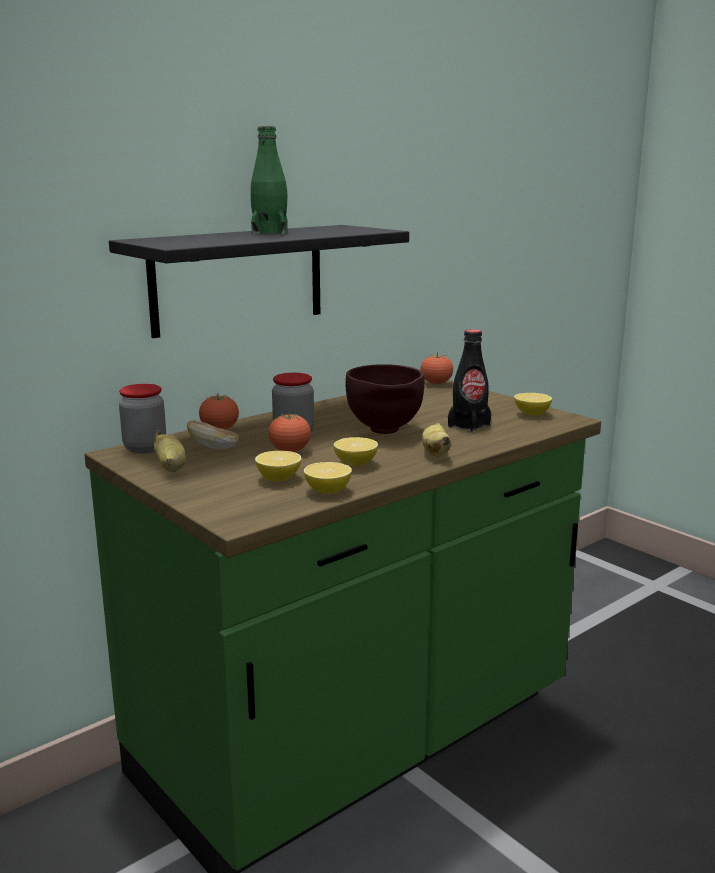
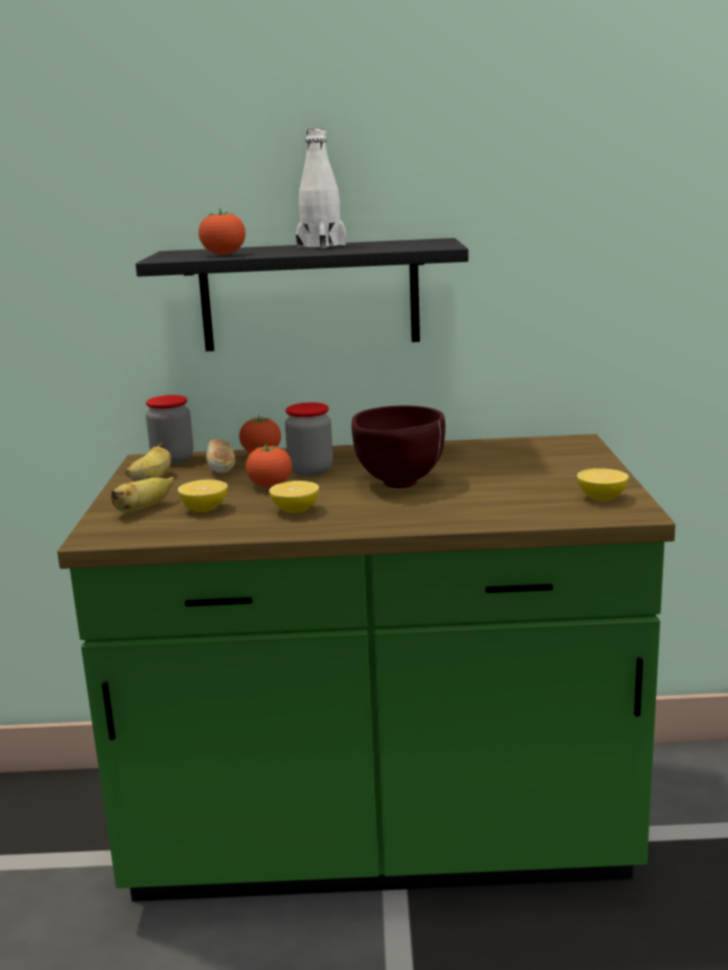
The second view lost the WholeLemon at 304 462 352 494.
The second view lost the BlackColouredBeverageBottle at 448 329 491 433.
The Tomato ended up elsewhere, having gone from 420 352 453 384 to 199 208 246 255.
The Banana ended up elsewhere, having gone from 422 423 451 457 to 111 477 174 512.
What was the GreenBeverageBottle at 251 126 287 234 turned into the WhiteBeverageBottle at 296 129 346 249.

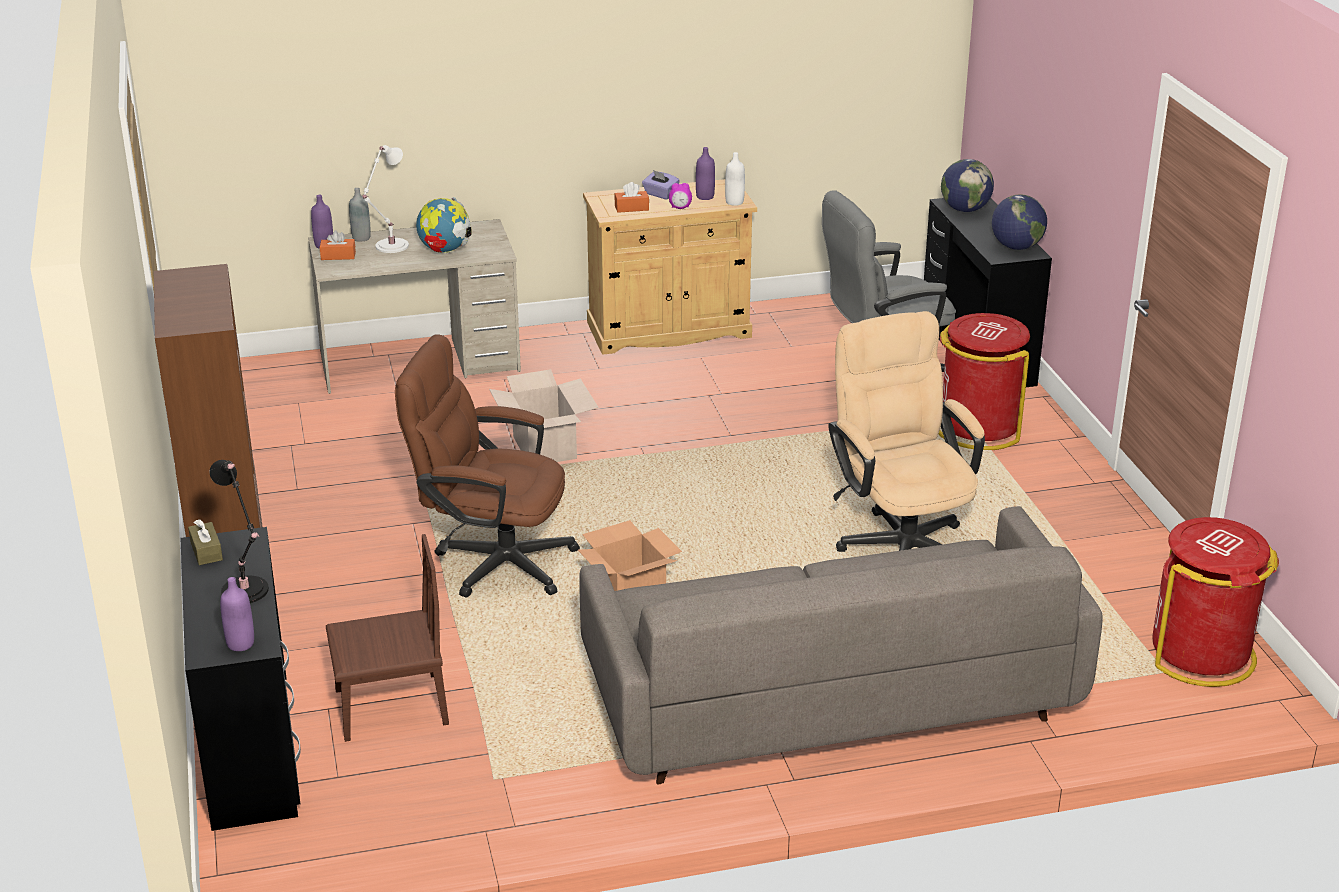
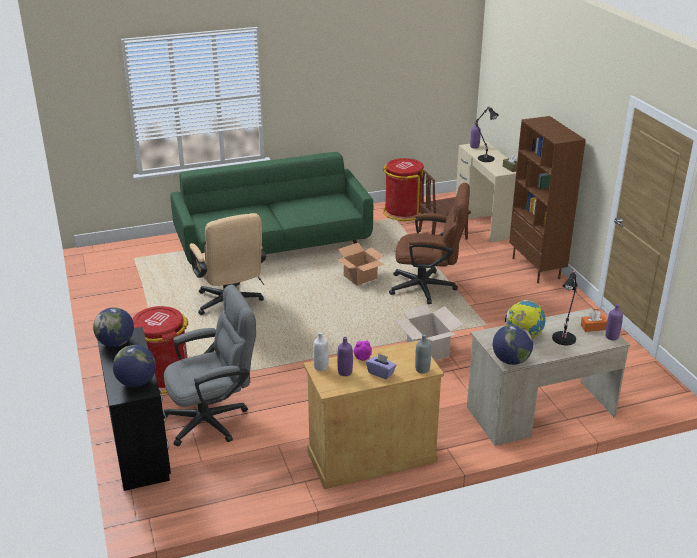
The second view lost the OrangeColouredBoxOfTissues at 615 182 649 213.
The second view gained the WorldGlobe at 493 324 533 365.
The GreyBeverageBottle ended up elsewhere, having gone from 349 188 371 242 to 415 334 431 373.
The ReddishTrashCan ended up elsewhere, having gone from 1152 517 1279 687 to 383 158 424 221.
What was the BlackColouredDeskUnit at 181 527 301 831 turned into the BeigeColouredDeskUnit at 456 141 516 242.
What was the WhiteTableLamp at 362 145 409 253 turned into the BlackColouredTableLamp at 552 270 578 345.
What was the GreyCouch at 579 506 1103 784 turned into the GreenCouch at 170 152 373 265.

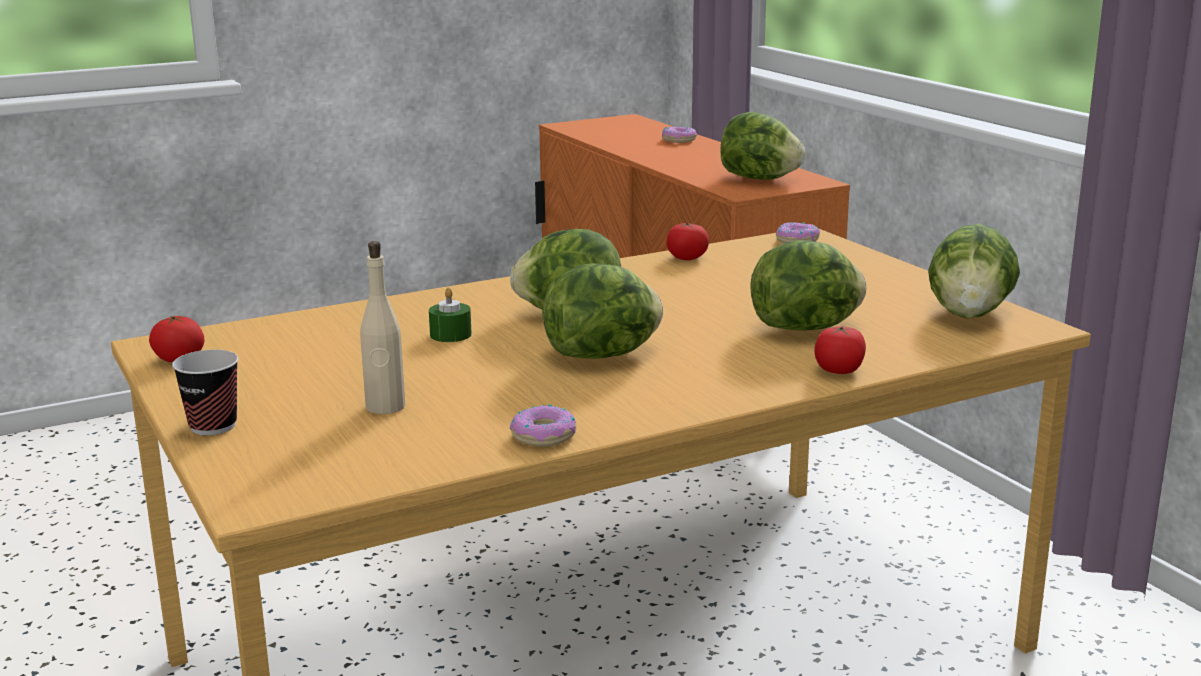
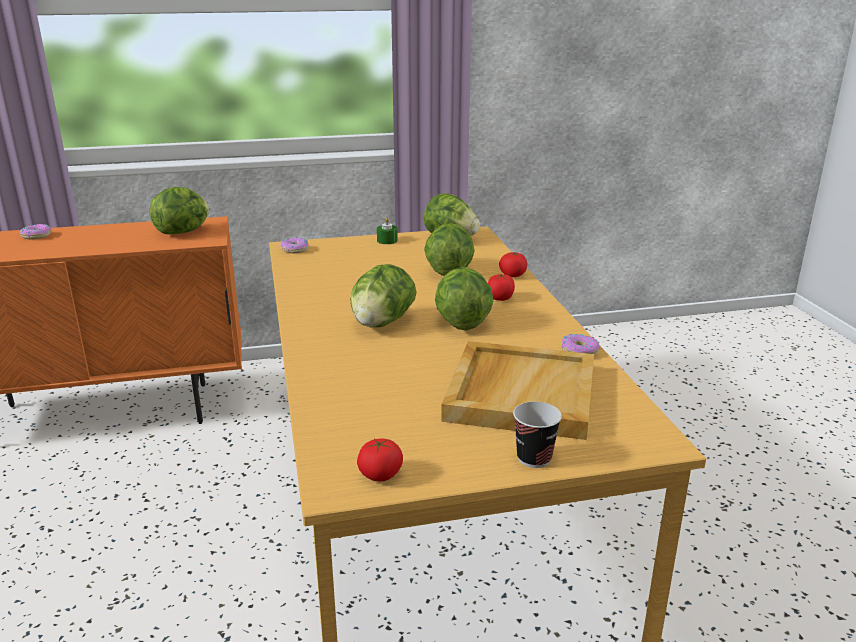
The GreenCandle ended up elsewhere, having gone from 429 288 472 342 to 377 217 398 244.
The Tomato ended up elsewhere, having gone from 667 223 709 260 to 488 274 515 301.
Where the BeigeColouredBeverageBottle stood at 360 241 405 414, the BeigeColouredTray came to stand at 441 341 594 440.

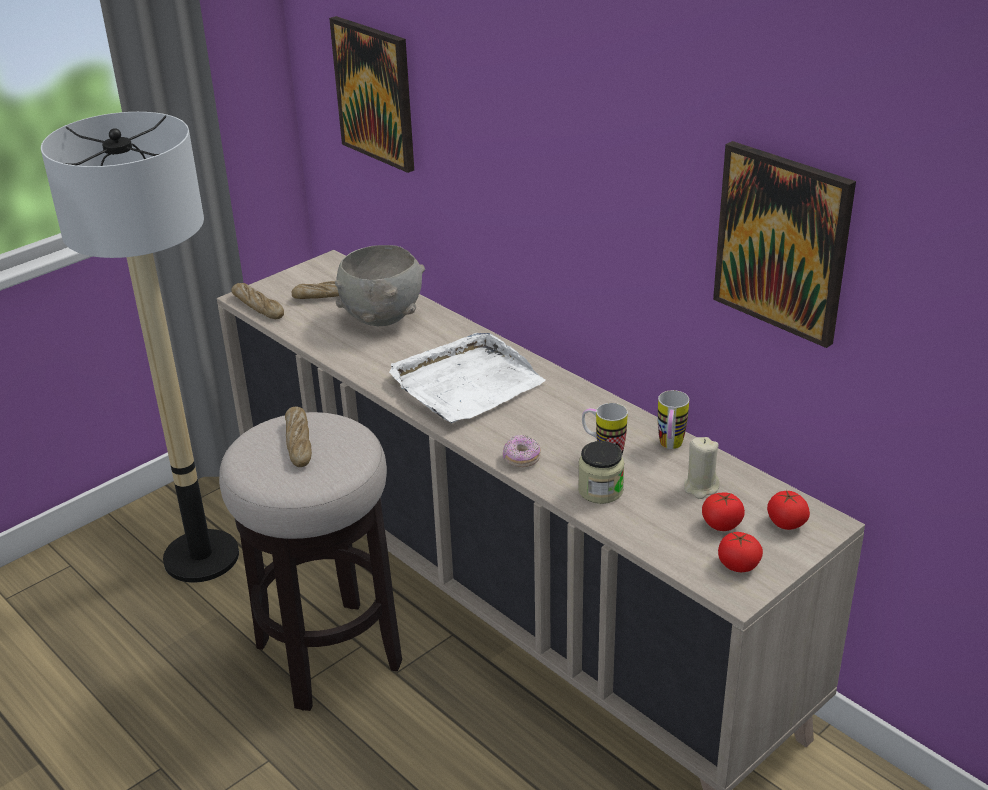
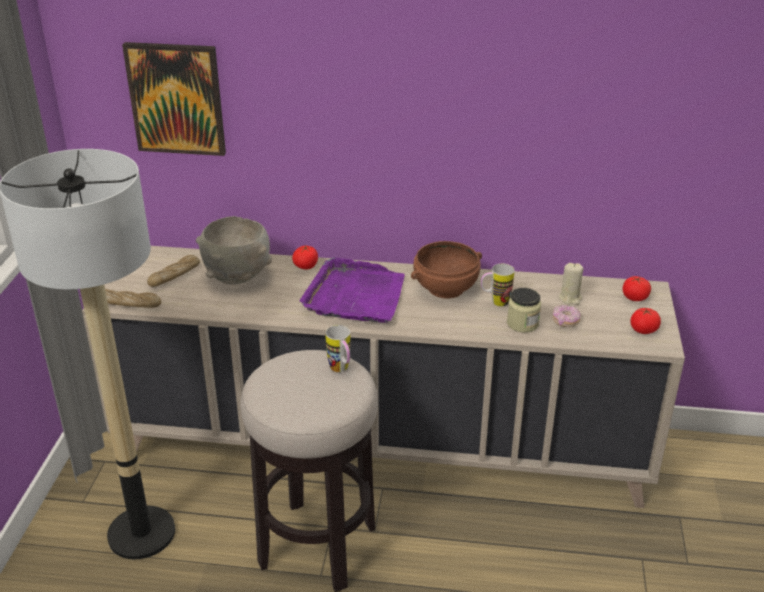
The second view lost the BakeryBread at 285 406 312 467.
The second view lost the Picture at 713 141 856 348.
The second view gained the BrownColouredServingBowl at 411 241 482 298.
The Donut ended up elsewhere, having gone from 503 435 541 467 to 552 305 580 327.
The CoffeeMug ended up elsewhere, having gone from 658 390 689 449 to 325 325 350 372.
The Tomato ended up elsewhere, having gone from 702 492 745 531 to 292 245 318 269.
What was the WhiteTray at 389 333 546 423 turned into the PurplishTray at 299 258 405 323.

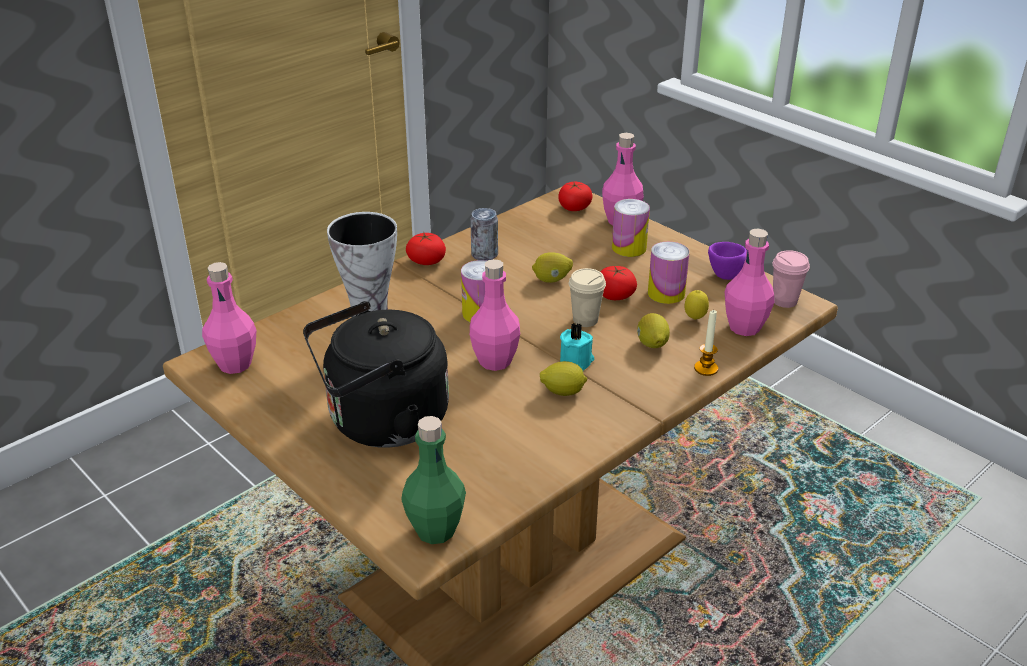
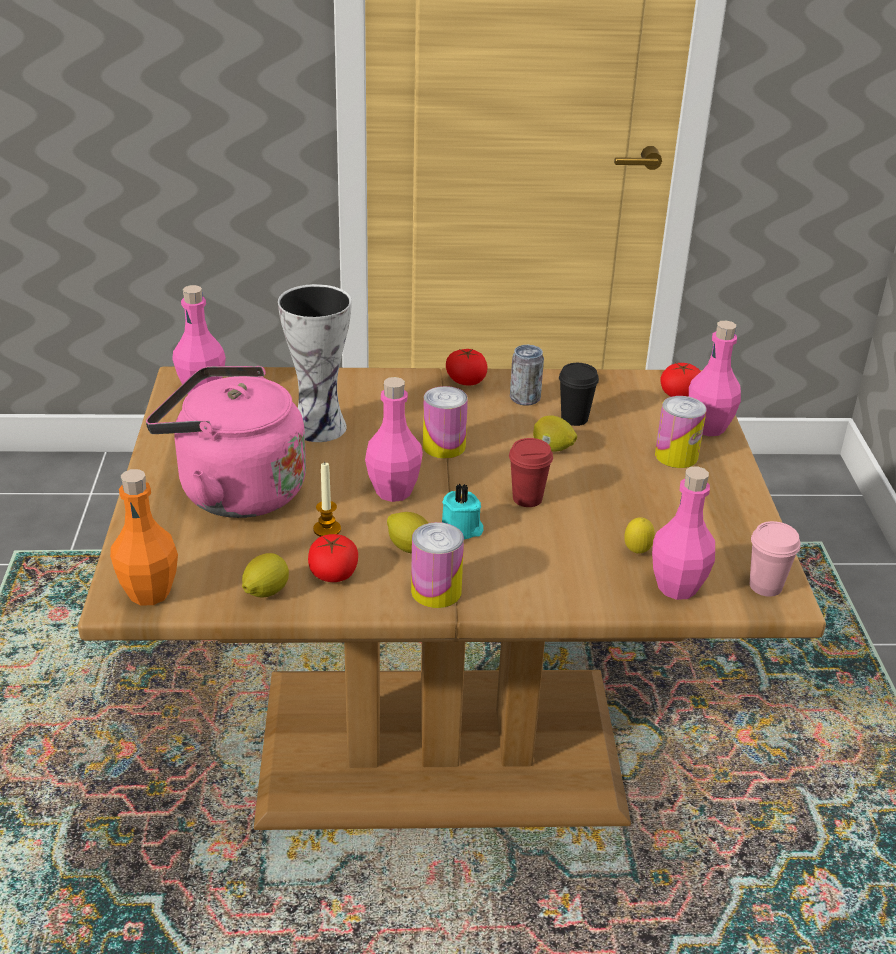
The second view lost the PurplishSmallCup at 708 242 747 280.
The second view gained the BlackColouredSmallCup at 559 363 599 426.
The Tomato ended up elsewhere, having gone from 601 266 637 300 to 308 534 358 582.
The WholeLemon ended up elsewhere, having gone from 637 313 670 348 to 242 553 289 598.
The MetalCan ended up elsewhere, having gone from 648 242 689 304 to 411 522 464 608.
The Candle ended up elsewhere, having gone from 694 310 718 376 to 313 462 341 537.
What was the BlackColouredWaterKettle at 303 301 449 448 turned into the PinkishWaterKettle at 146 366 306 518.
What was the GreenBeverageBottle at 401 416 466 544 turned into the OrangeColouredBeverageBottle at 110 469 178 606.
What was the BeigeColouredSmallCup at 569 268 606 327 turned into the ReddishSmallCup at 509 438 553 507.

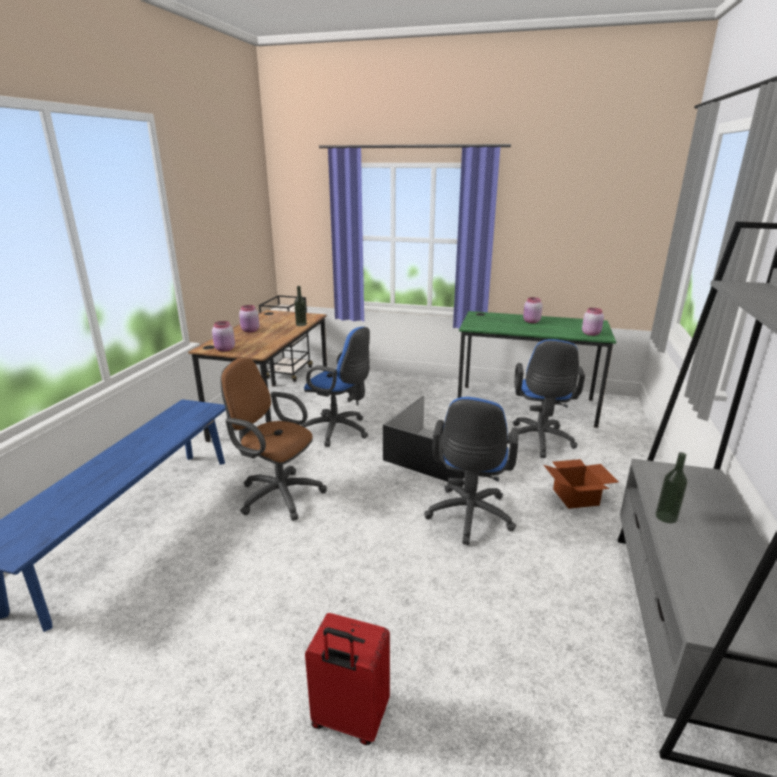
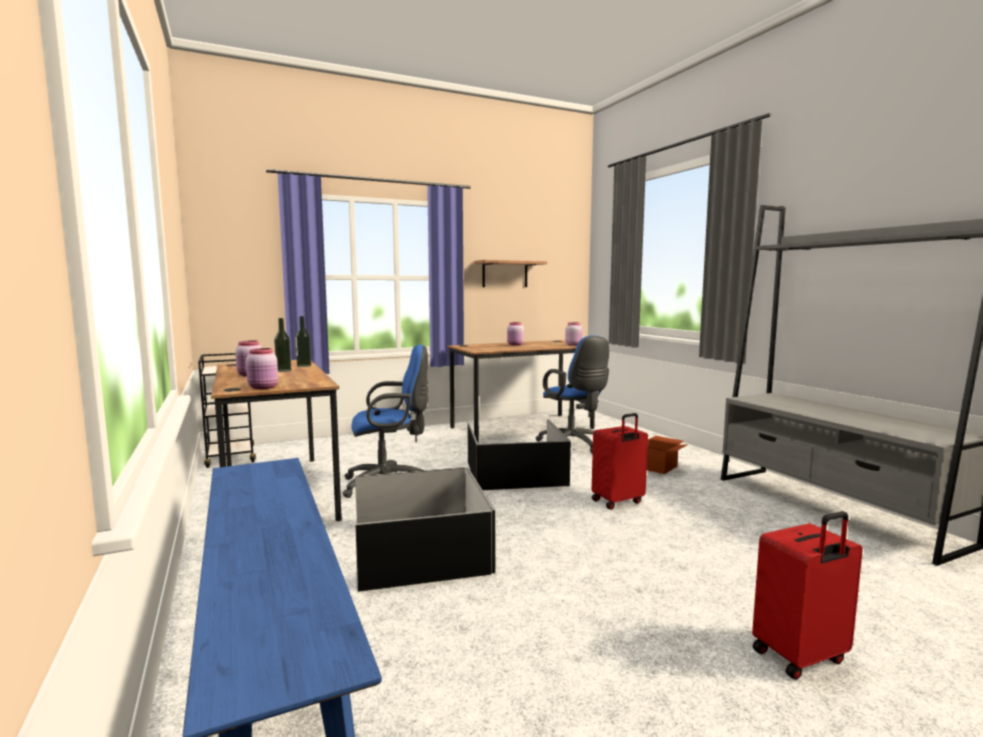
The second view gained the Shelf at 474 260 547 287.
The BeverageBottle ended up elsewhere, having gone from 656 452 687 523 to 274 318 291 372.
Where the BrownColouredDeskChair stood at 220 358 327 521, the BlackColouredStorageContainer came to stand at 355 467 495 592.
Where the BluishDeskChair stood at 424 397 519 545, the ReddishTravelCase came to stand at 592 413 648 510.
What was the GreenDeskUnit at 458 311 616 428 turned into the BrownColouredDeskUnit at 447 340 595 443.

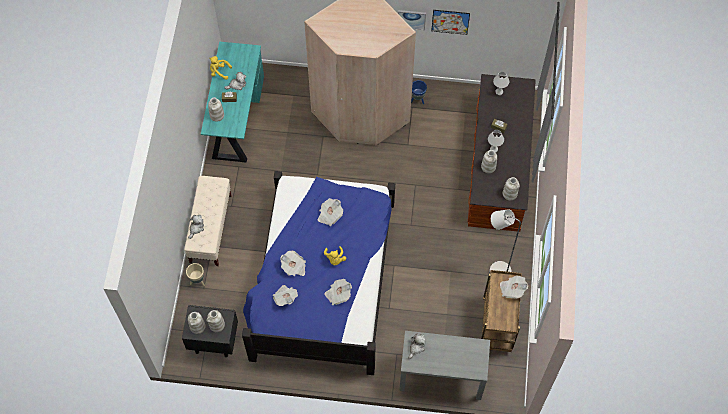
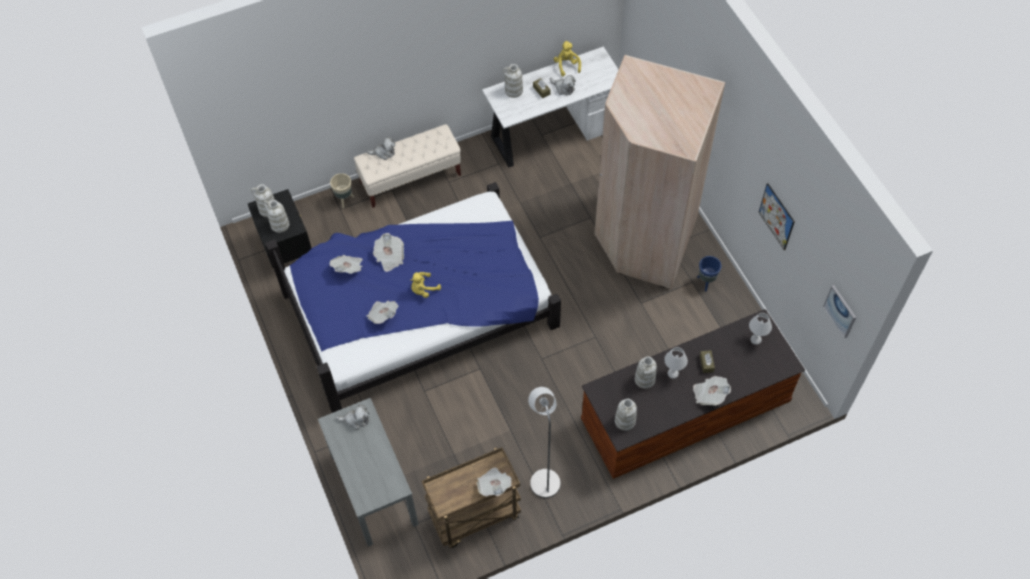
The DailyPaper ended up elsewhere, having gone from 318 198 343 226 to 693 376 731 406.
The Picture ended up elsewhere, having gone from 398 10 426 30 to 823 285 856 338.
What was the TurquoiseColouredDeskUnit at 201 41 264 163 turned into the WhiteDeskUnit at 482 47 619 168.

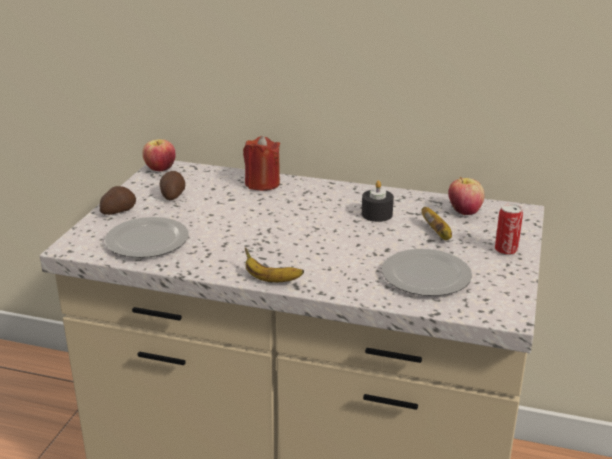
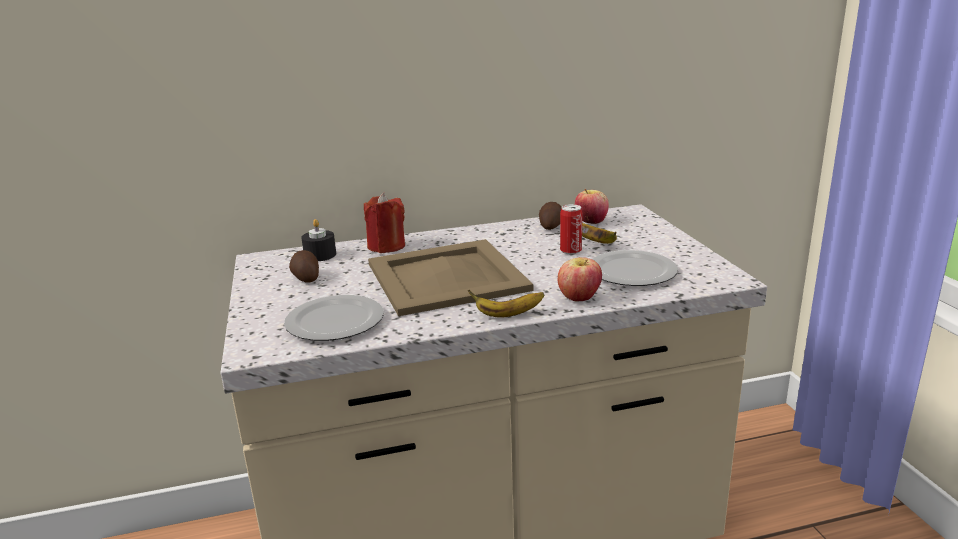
The second view gained the BeigeColouredTray at 368 239 533 316.
The Potato ended up elsewhere, having gone from 100 186 136 215 to 539 202 562 230.
The WholeApple ended up elsewhere, having gone from 142 139 176 171 to 558 257 602 301.
The BlackColouredCandle ended up elsewhere, having gone from 362 180 394 222 to 301 219 336 261.
The MetalCan ended up elsewhere, having gone from 495 203 523 255 to 560 204 582 254.

